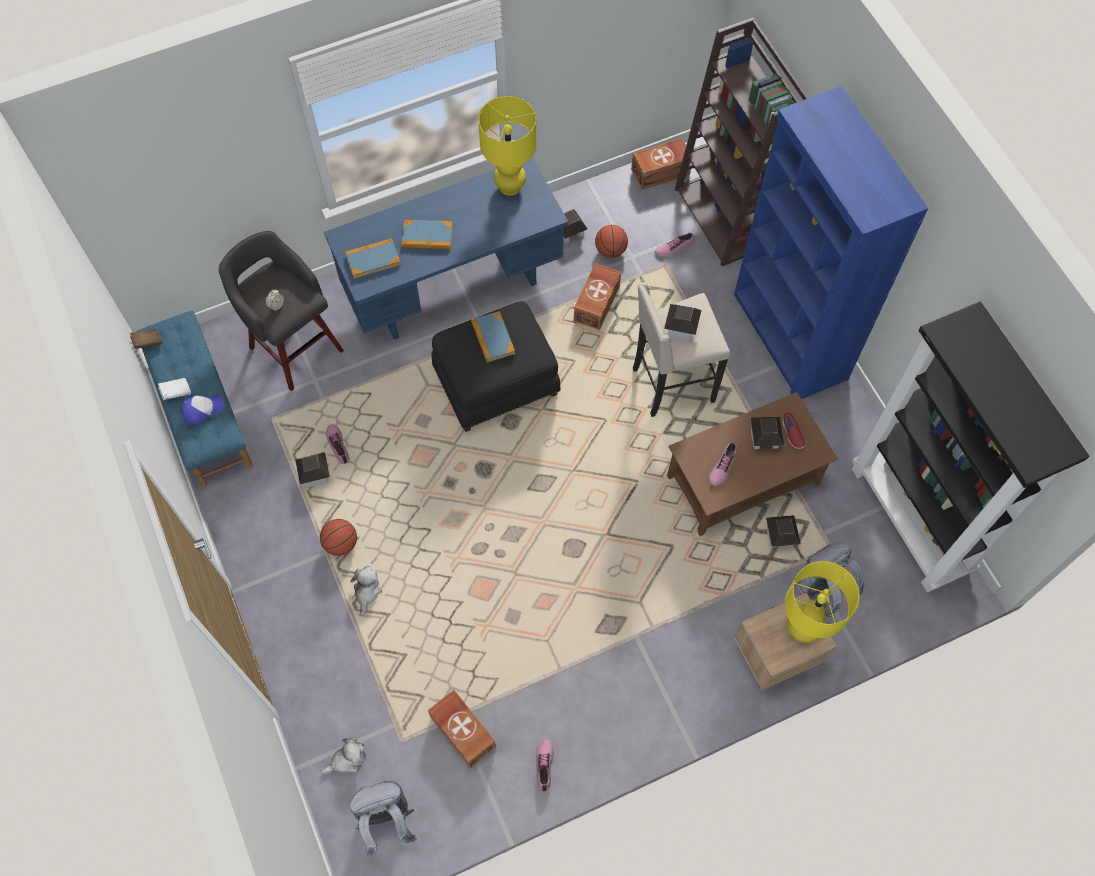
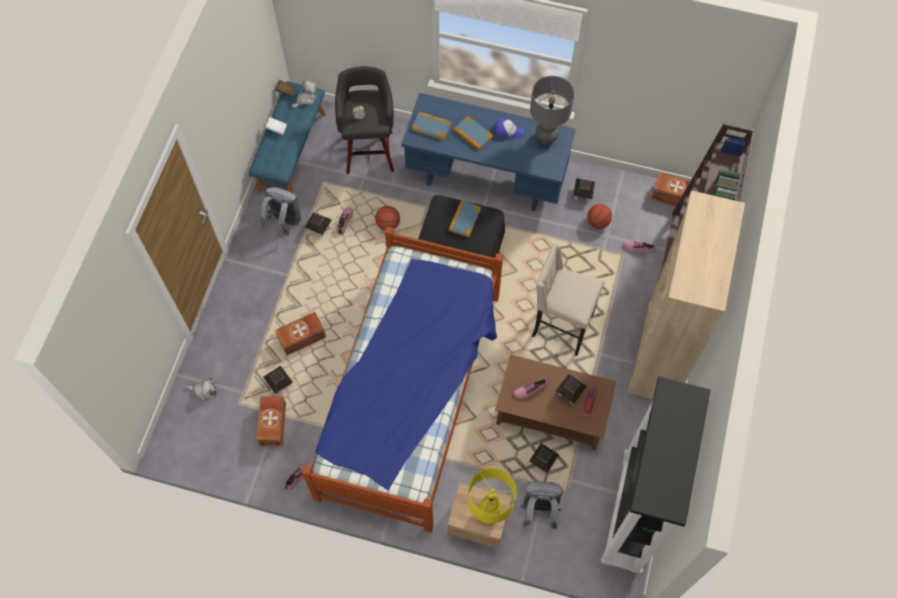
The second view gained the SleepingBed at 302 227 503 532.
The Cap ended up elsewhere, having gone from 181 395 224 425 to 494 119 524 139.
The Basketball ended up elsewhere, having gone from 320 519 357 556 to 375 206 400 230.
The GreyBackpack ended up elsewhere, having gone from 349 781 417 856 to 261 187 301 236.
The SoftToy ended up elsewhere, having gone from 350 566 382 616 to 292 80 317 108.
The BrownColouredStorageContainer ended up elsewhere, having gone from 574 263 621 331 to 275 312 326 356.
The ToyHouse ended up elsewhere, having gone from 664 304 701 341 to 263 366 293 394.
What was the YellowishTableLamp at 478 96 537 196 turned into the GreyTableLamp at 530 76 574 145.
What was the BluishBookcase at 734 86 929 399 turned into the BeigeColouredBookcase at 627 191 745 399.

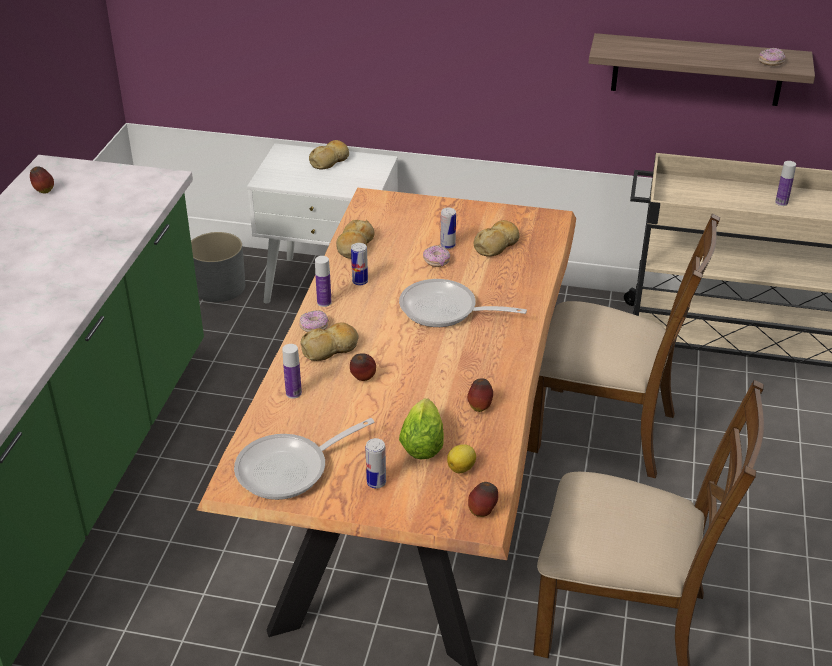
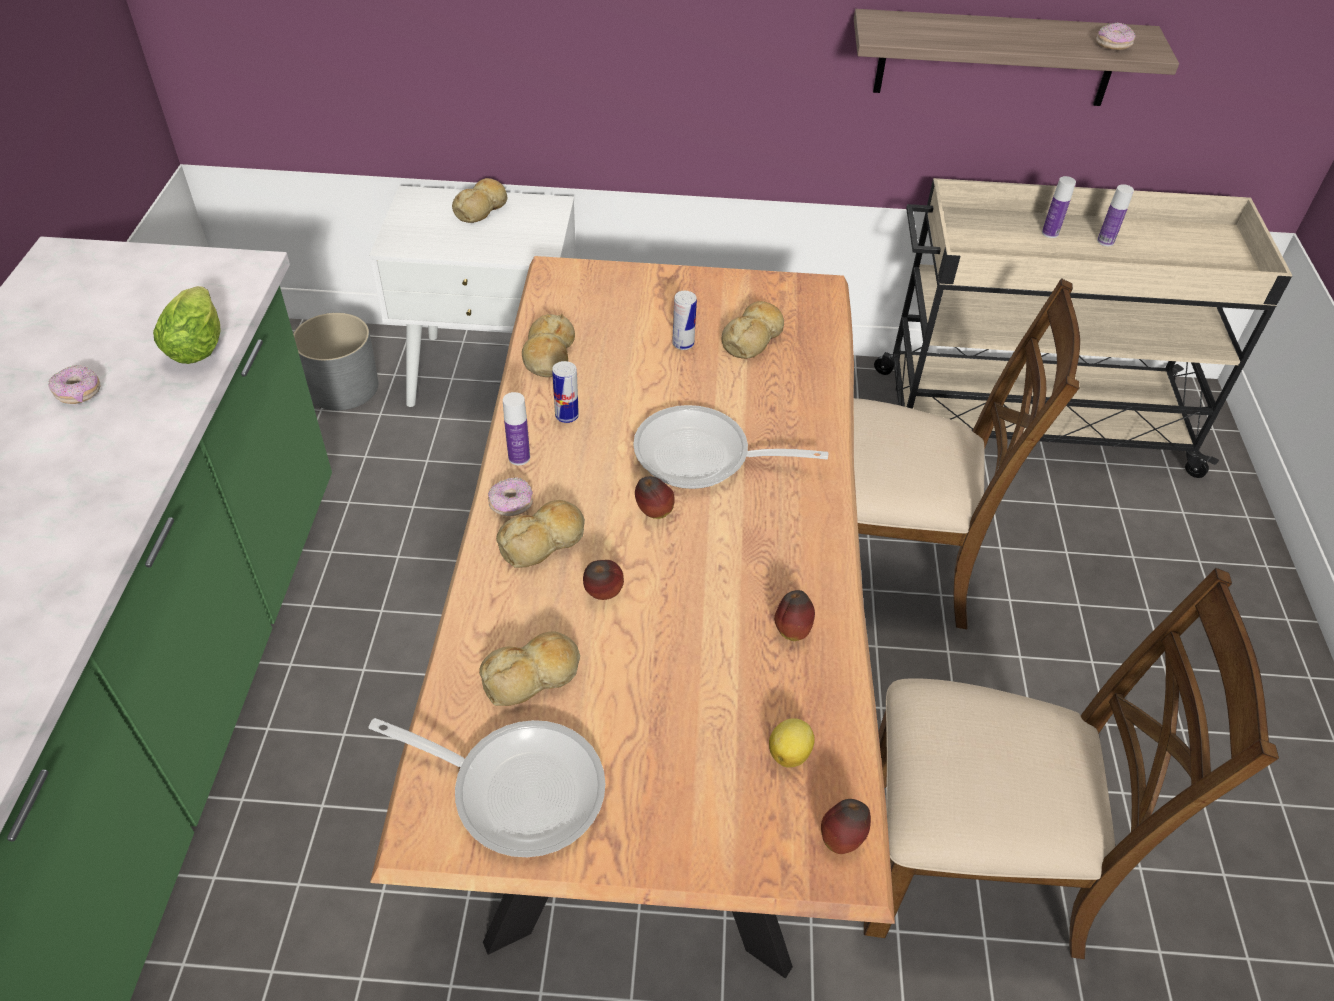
The second view lost the MetalCan at 366 438 386 489.
The second view gained the BakeryBread at 479 631 580 706.
The WholeApple ended up elsewhere, having gone from 30 166 54 194 to 635 476 675 519.
The BeverageBottle ended up elsewhere, having gone from 282 344 302 399 to 1042 176 1076 238.
The Lettuce ended up elsewhere, having gone from 399 398 444 459 to 153 286 221 364.
The Donut ended up elsewhere, having gone from 423 245 450 267 to 48 365 100 404.
The FryingPan at 234 418 374 500 ended up facing another way, 120 degrees counterclockwise from before.

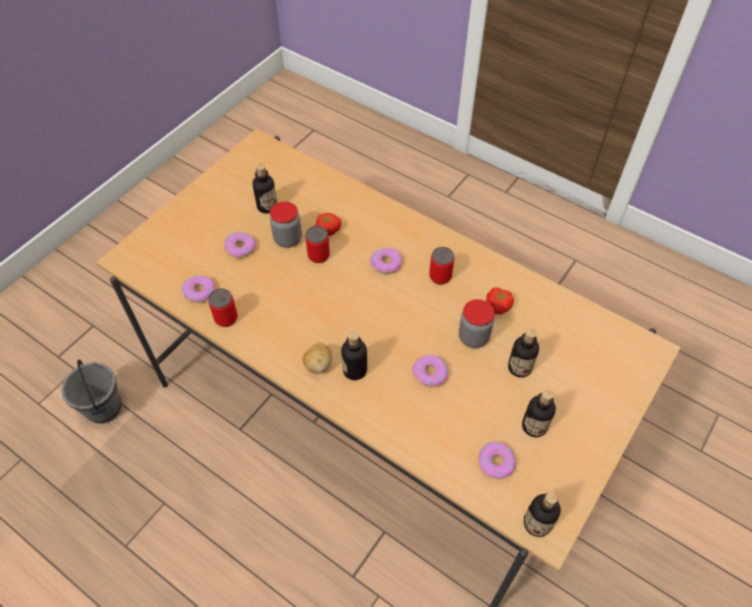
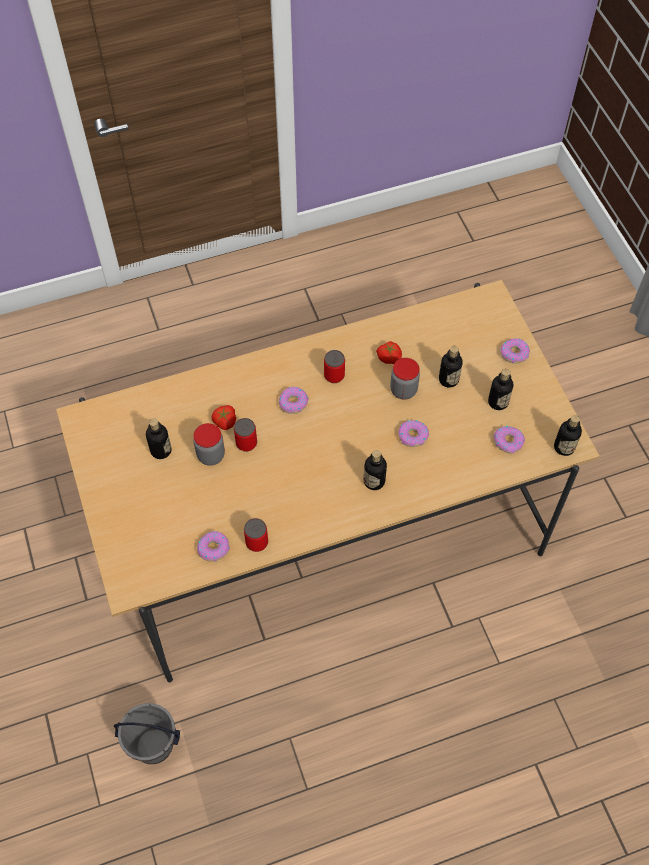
The second view lost the Potato at 303 343 332 374.
The Donut ended up elsewhere, having gone from 225 232 256 258 to 500 338 530 364.

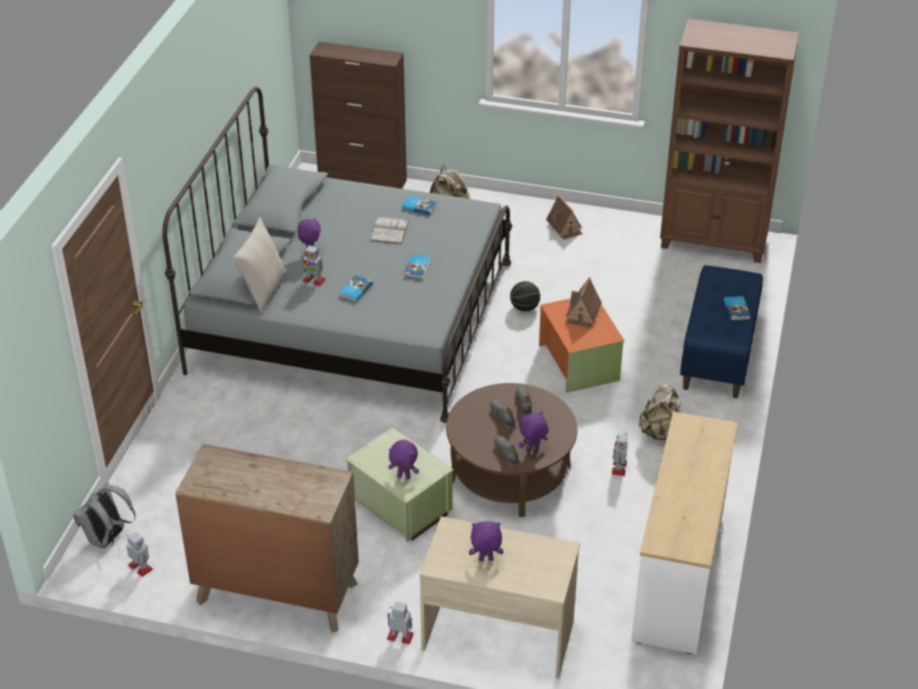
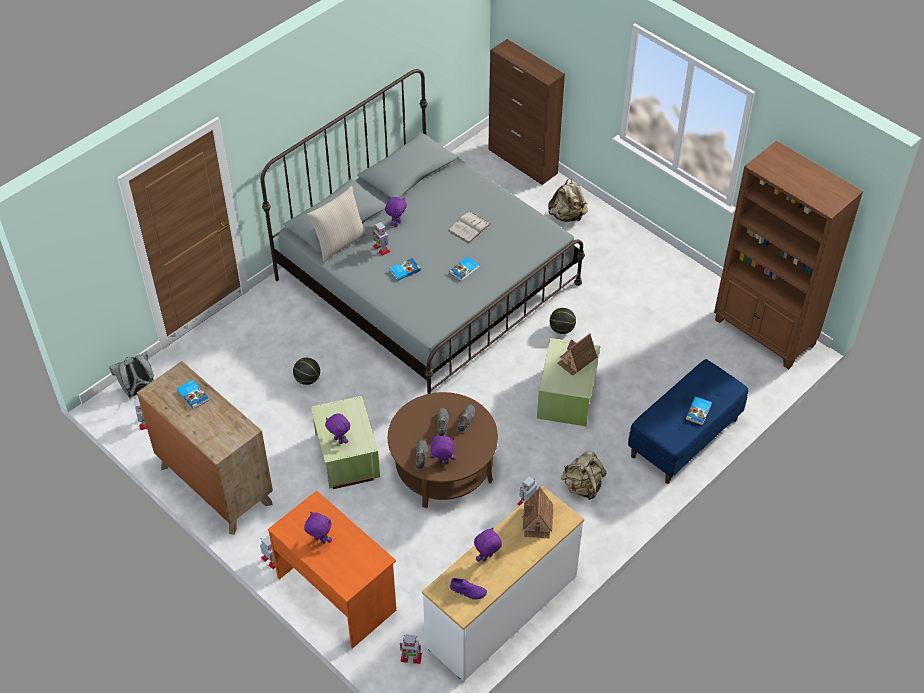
The second view gained the Basketball at 293 358 320 385.
The second view gained the ToyRobot at 399 635 422 664.
The second view gained the PurplishShoe at 450 578 487 600.
The second view gained the PurplishSoftToy at 474 528 502 562.
The Volume ended up elsewhere, having gone from 402 196 437 215 to 177 379 209 409.
The ToyHouse ended up elsewhere, having gone from 546 195 583 240 to 522 486 553 538.
What was the BeigeColouredDeskUnit at 419 516 580 679 turned into the OrangeColouredDeskUnit at 268 490 396 648.
What was the OrangeColouredStorageContainer at 539 298 624 393 turned into the GreenStorageContainer at 537 338 601 426.

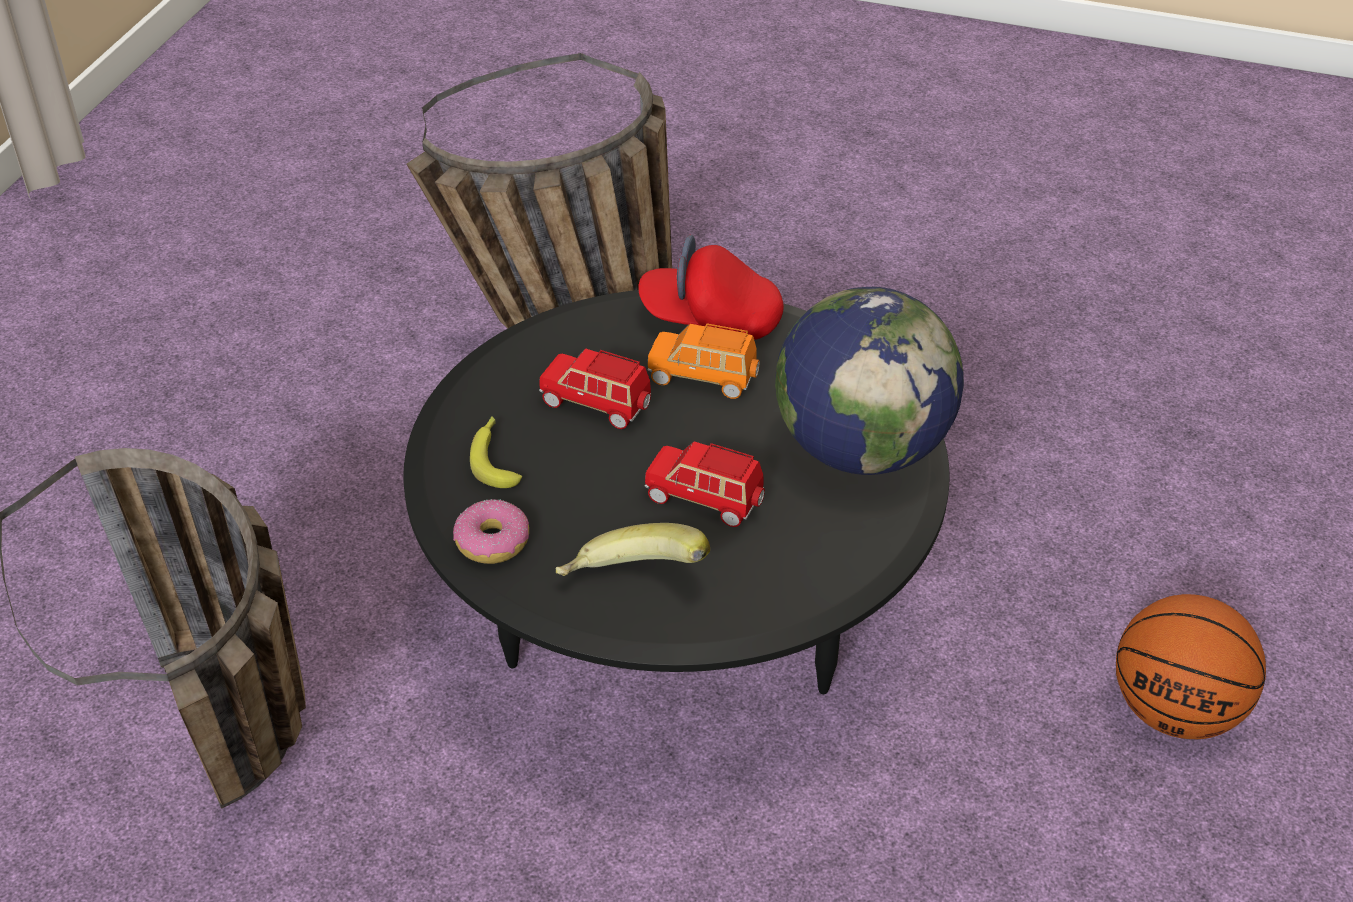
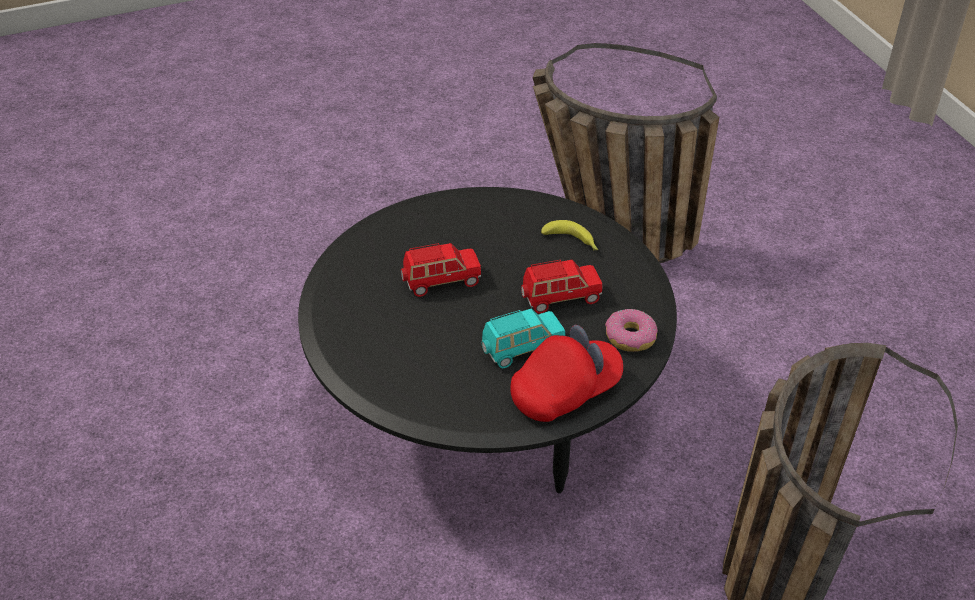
The second view lost the Banana at 556 523 710 576.
The second view lost the WorldGlobe at 775 287 964 475.
The second view lost the Basketball at 1116 594 1266 739.
The Donut ended up elsewhere, having gone from 453 499 529 564 to 605 309 658 352.
What was the OrangeColouredMiniatureCar at 647 323 760 399 turned into the TurquoiseColouredMiniatureCar at 482 309 565 368.

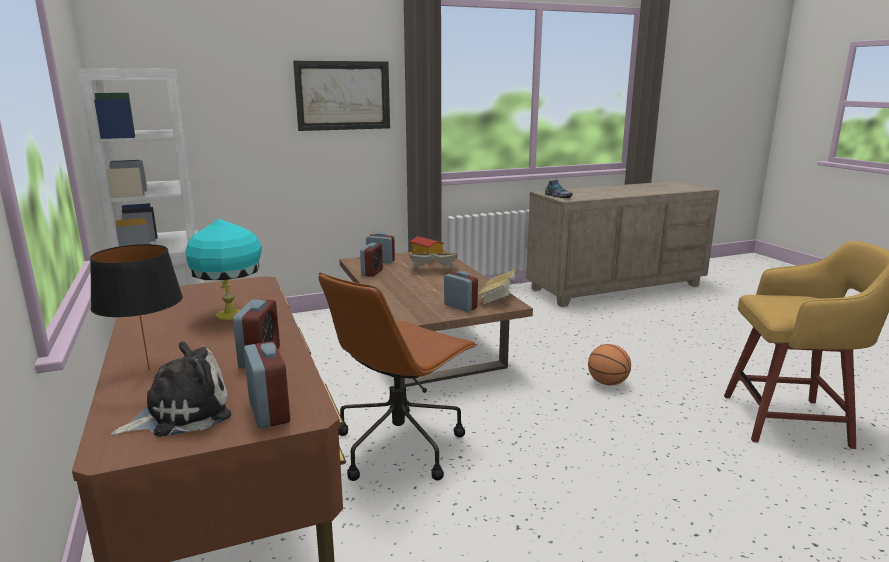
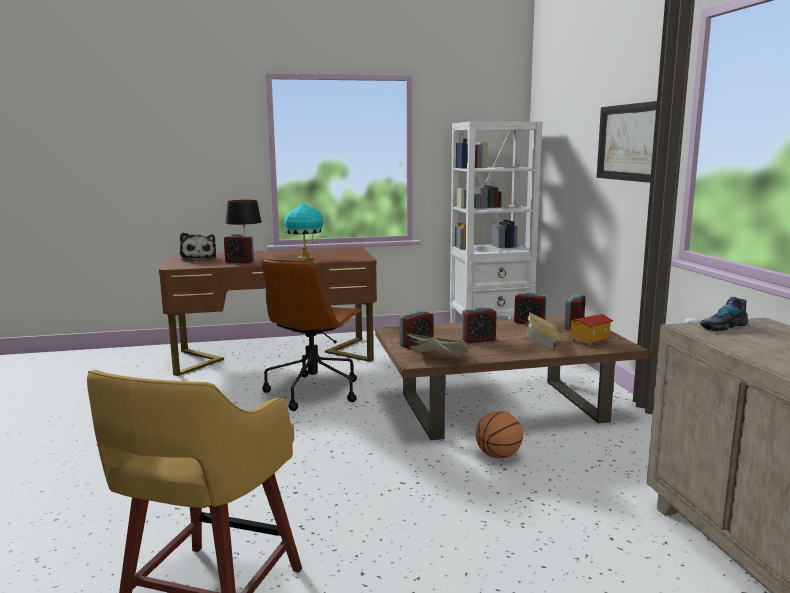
The TableClock ended up elsewhere, having gone from 244 341 290 429 to 462 306 497 343.
The Basketball ended up elsewhere, having gone from 588 344 631 385 to 476 411 523 458.
The BrownColouredDeskChair at 319 272 477 481 ended up facing another way, 120 degrees counterclockwise from before.

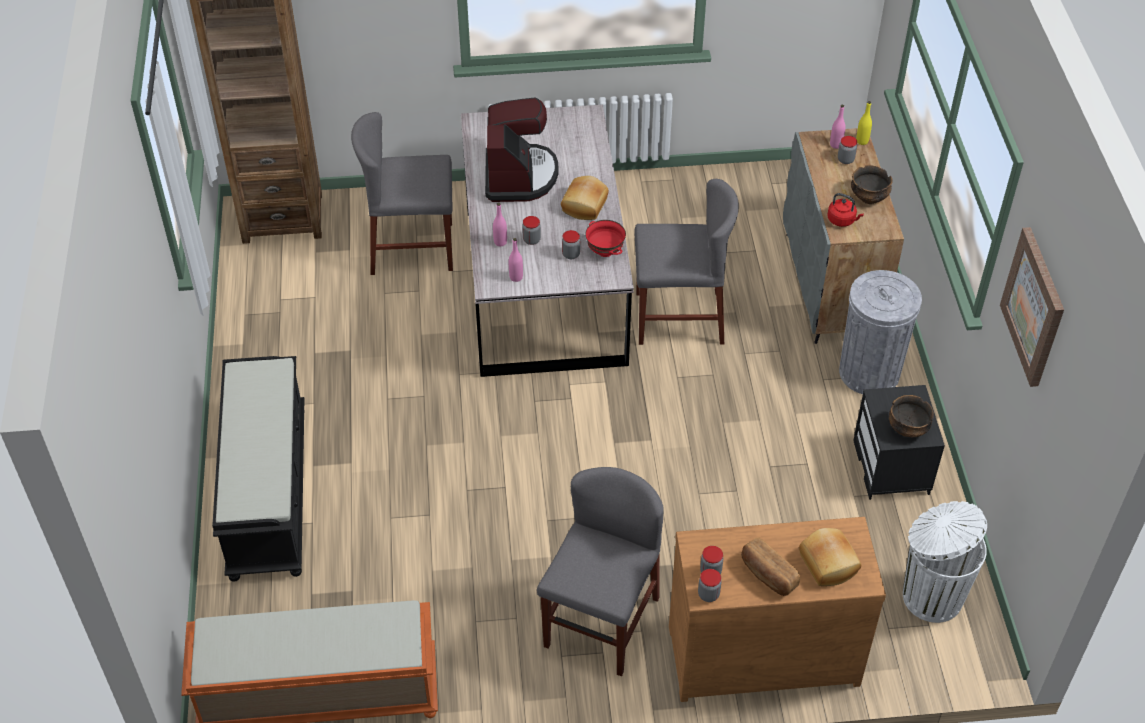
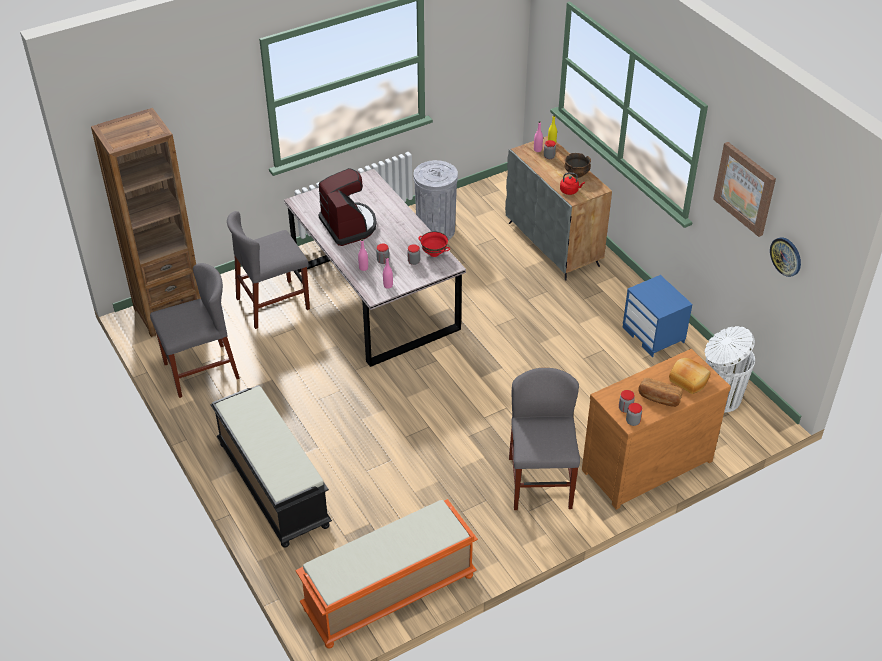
The second view lost the BakeryBread at 561 176 609 220.
The second view lost the ServingBowl at 889 395 934 437.
The second view gained the HangingClock at 770 237 801 277.
The GreyPlainChair ended up elsewhere, having gone from 634 179 739 345 to 150 263 240 398.
The GreyTrashCan ended up elsewhere, having gone from 839 270 922 394 to 414 160 458 240.
What was the BlackColouredNightTable at 853 385 945 500 turned into the BluishNightTable at 622 275 692 357.

